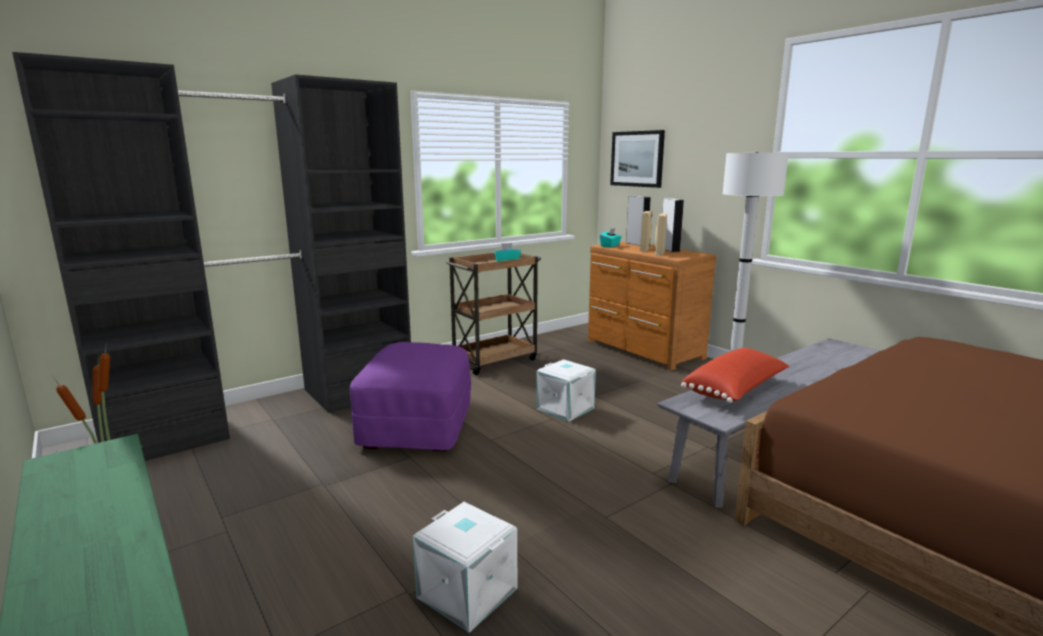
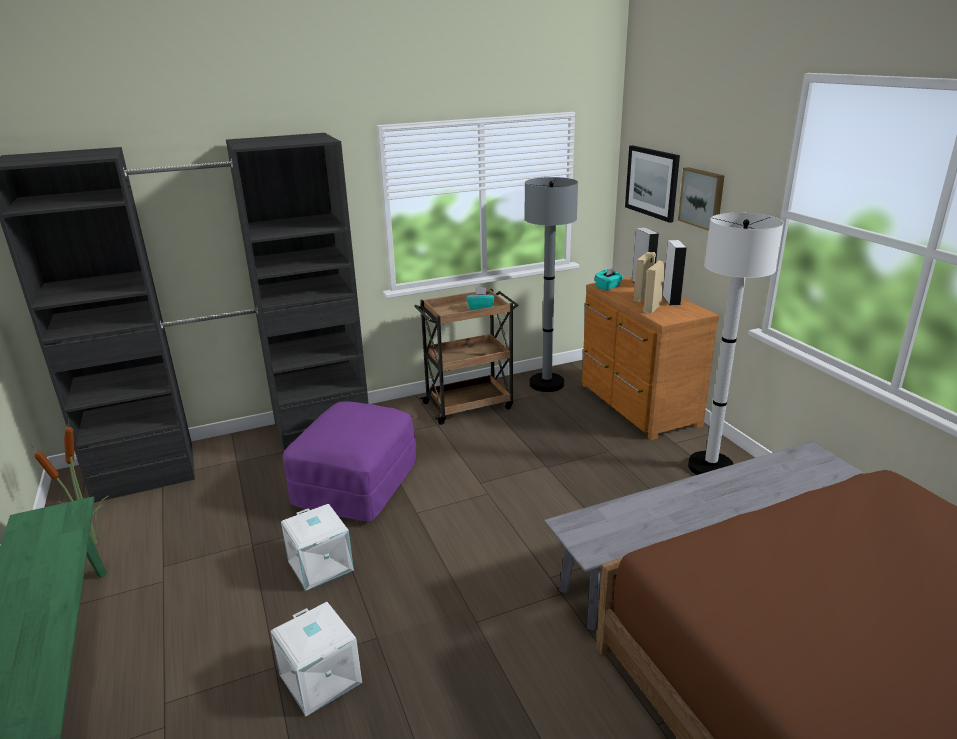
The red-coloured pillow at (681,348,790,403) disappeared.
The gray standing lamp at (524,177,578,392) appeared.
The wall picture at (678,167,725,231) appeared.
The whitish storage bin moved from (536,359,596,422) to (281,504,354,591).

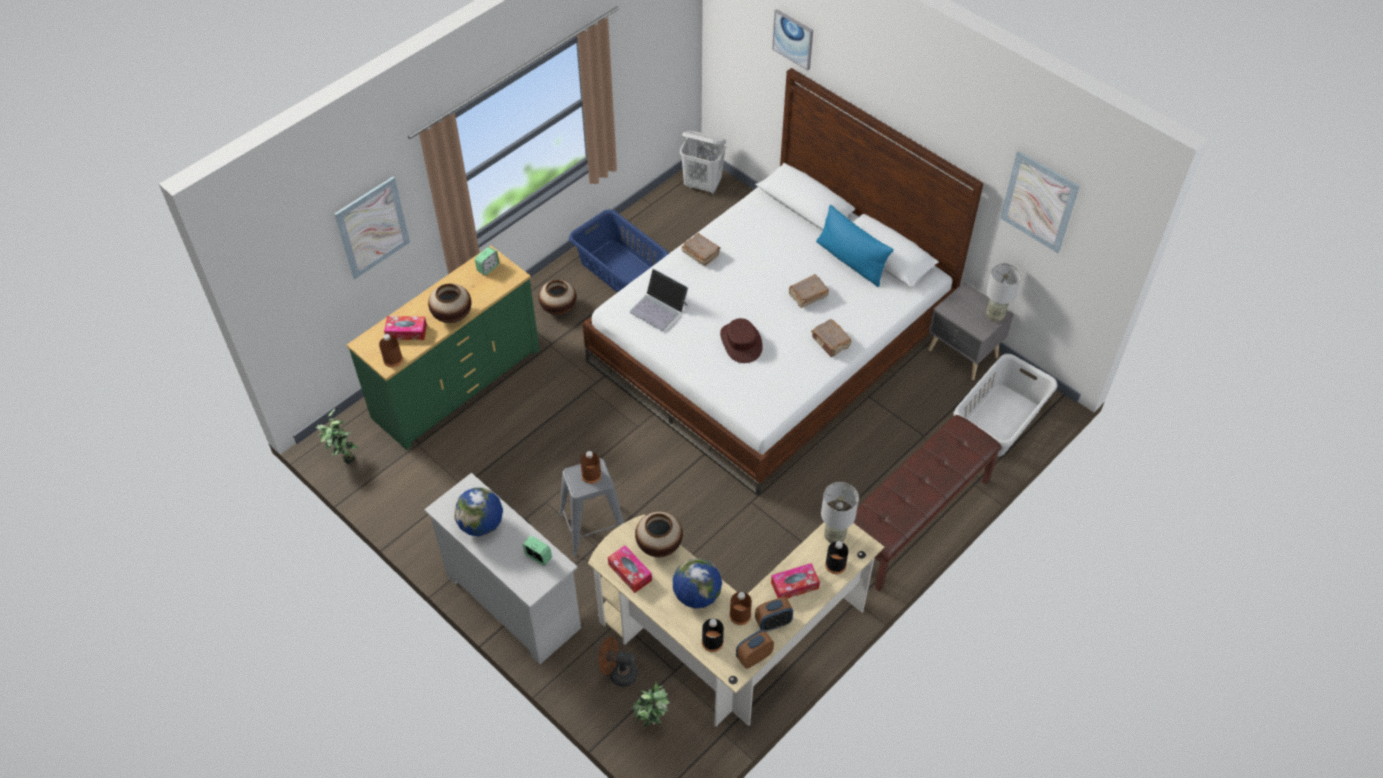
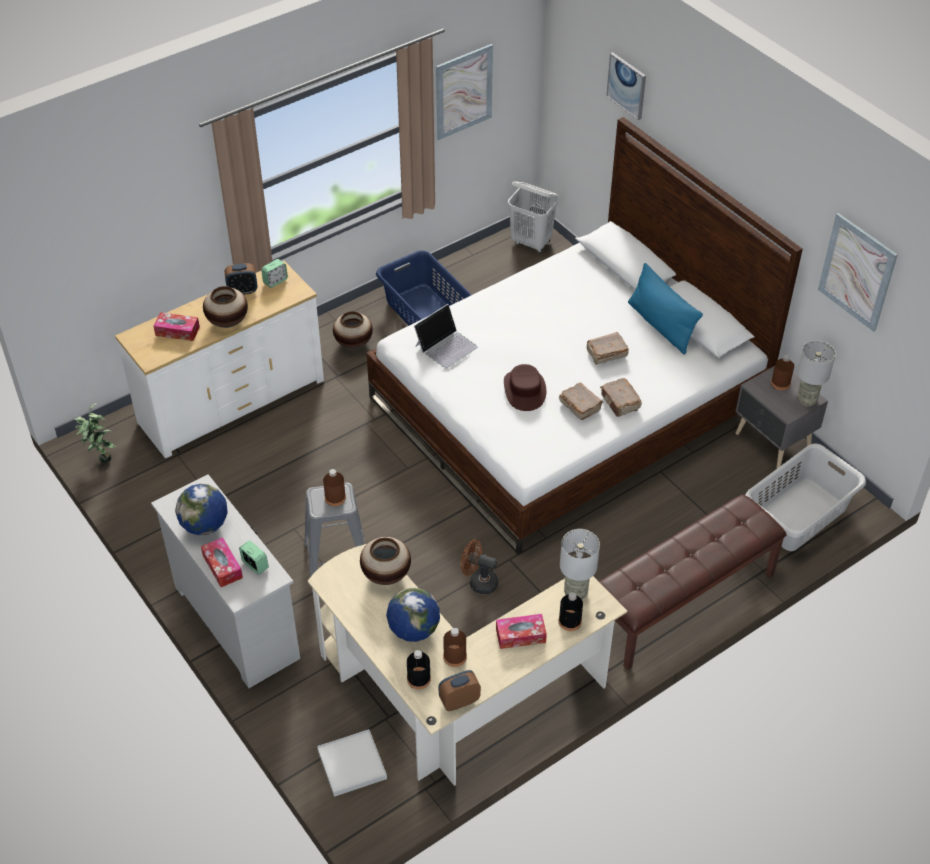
The wall picture moved from (334,177,410,279) to (436,44,493,140).
The brownish bottle moved from (379,334,403,368) to (771,355,794,390).
The brownish cooling fan moved from (599,637,638,687) to (461,539,498,594).
The tissue holder moved from (608,545,652,593) to (201,537,243,587).
The brownish book moved from (681,233,721,266) to (559,383,603,420).
The table clock moved from (755,597,793,632) to (225,263,257,295).
The potted plant at (631,681,670,728) was replaced by the whitish tray at (317,729,387,797).
The green-coloured chest of drawers at (347,245,540,450) became the whitish chest of drawers at (115,261,324,459).
The portable computer at (629,268,689,331) turned 90 degrees counterclockwise.

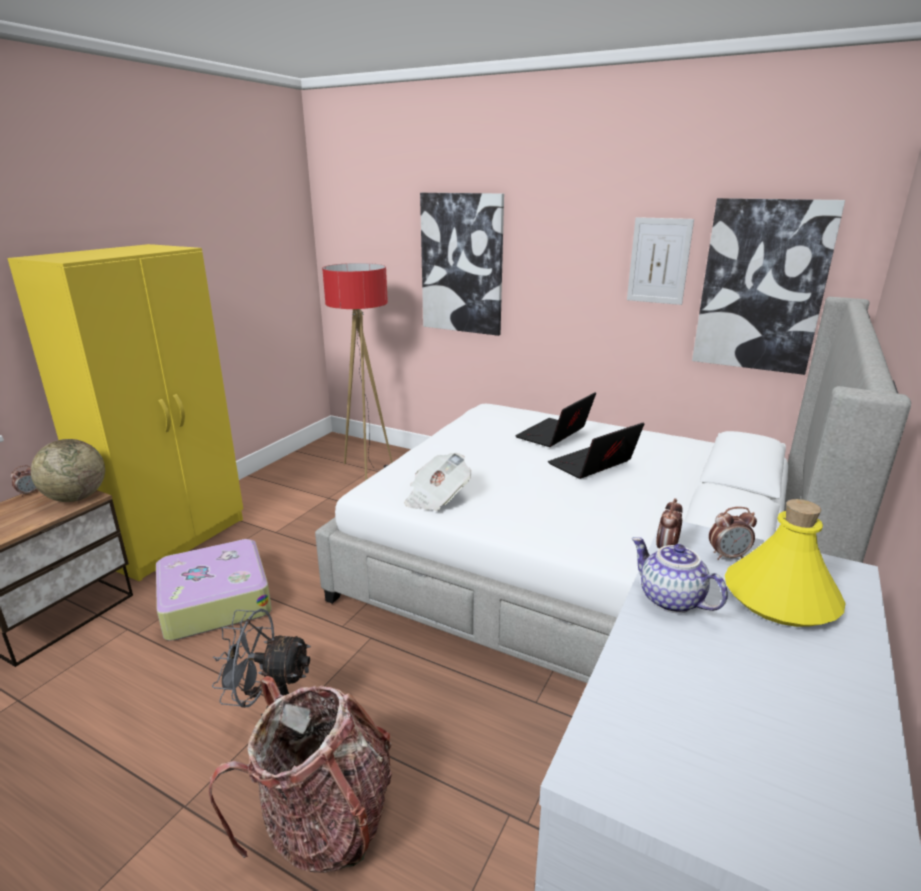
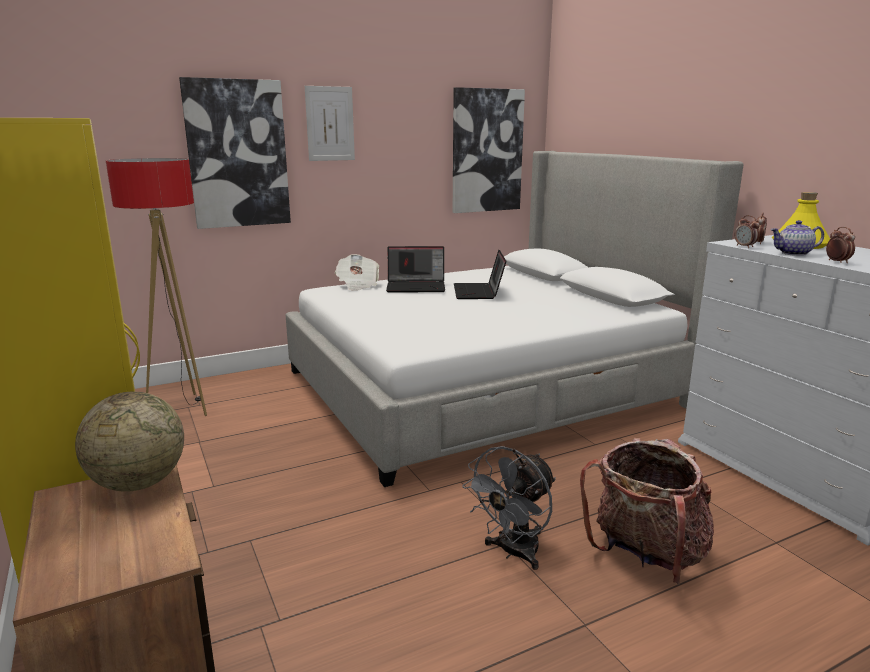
The travel case at (156,539,272,641) disappeared.
The table clock moved from (11,465,38,497) to (826,227,855,263).
The daily paper moved from (404,453,471,511) to (335,254,379,291).
The wall picture moved from (627,217,694,305) to (305,86,355,161).
The portable computer at (515,392,596,447) turned 75 degrees counterclockwise.

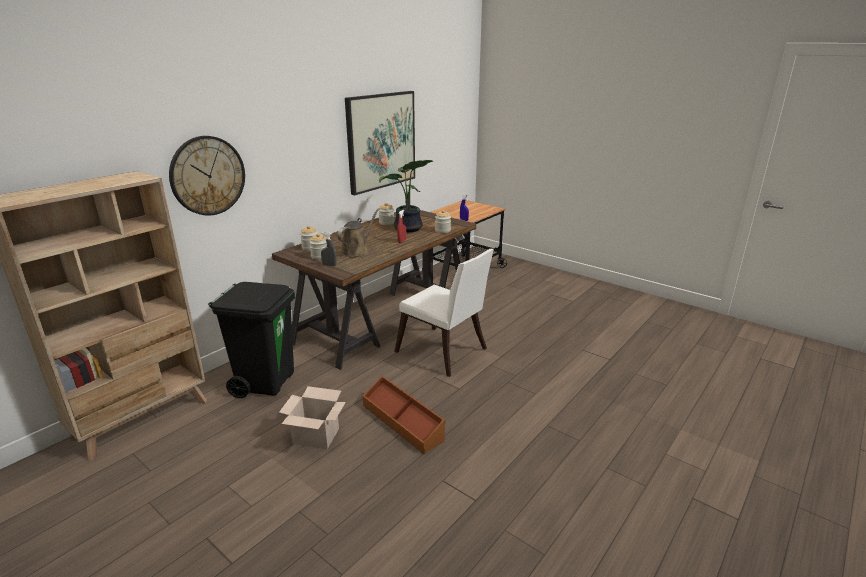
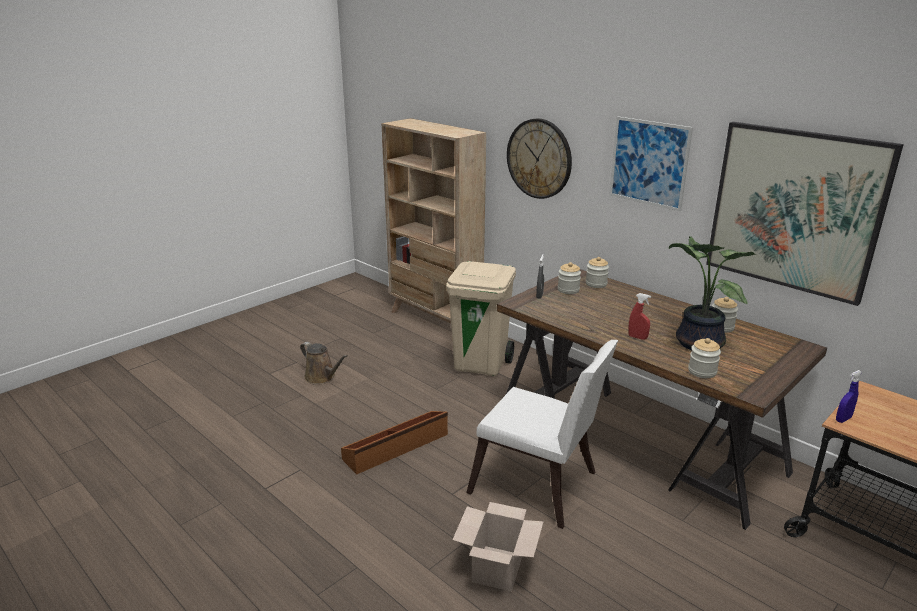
The wall picture at (609,116,693,211) appeared.
The cardboard box moved from (279,386,346,449) to (453,502,544,592).
The brownish sprinkling can moved from (337,208,379,257) to (300,342,348,385).
The black-coloured waste bin at (208,282,295,398) became the sand-coloured waste bin at (446,261,516,376).
The whitish chair at (394,249,494,377) turned 105 degrees counterclockwise.

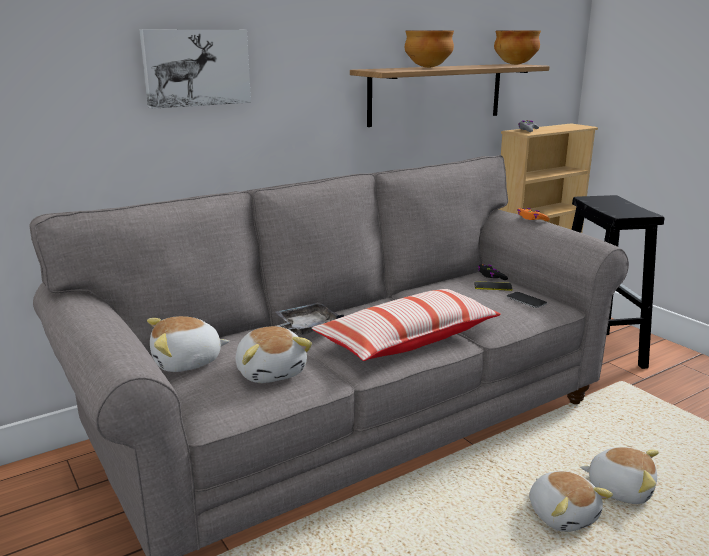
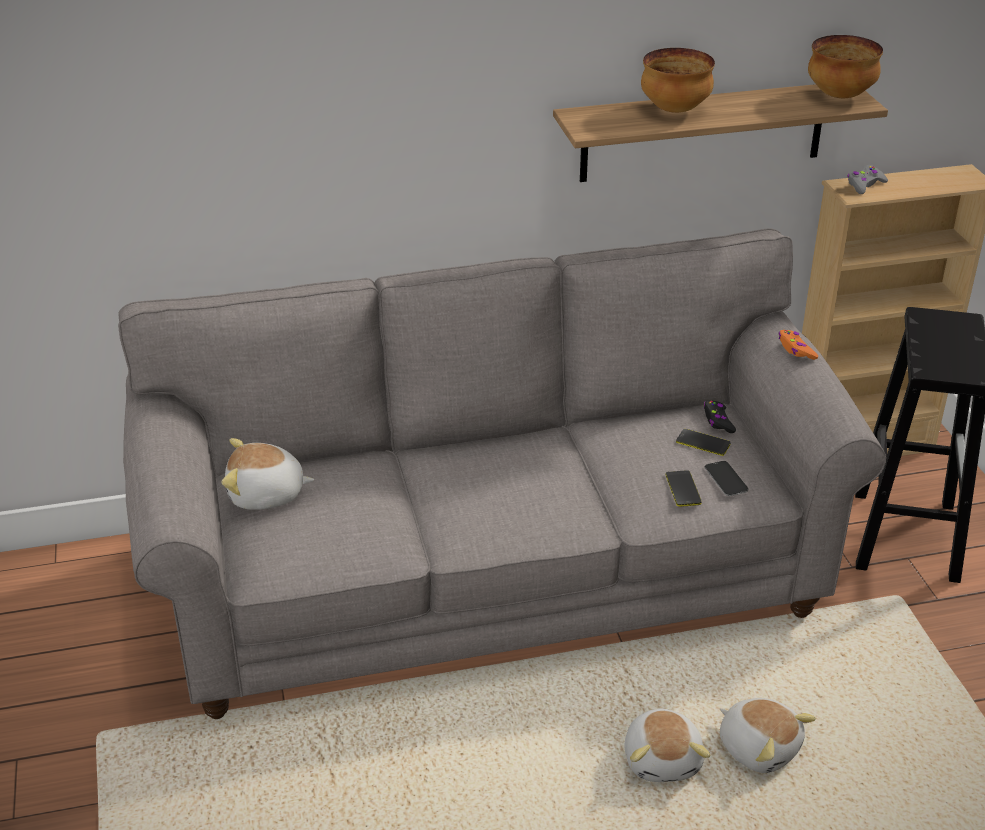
The wall picture at (139,29,251,109) disappeared.
The soft toy at (236,326,312,383) disappeared.
The gray tray at (275,302,344,335) disappeared.
The pillow at (312,289,501,361) disappeared.
The telephone at (666,470,702,507) appeared.

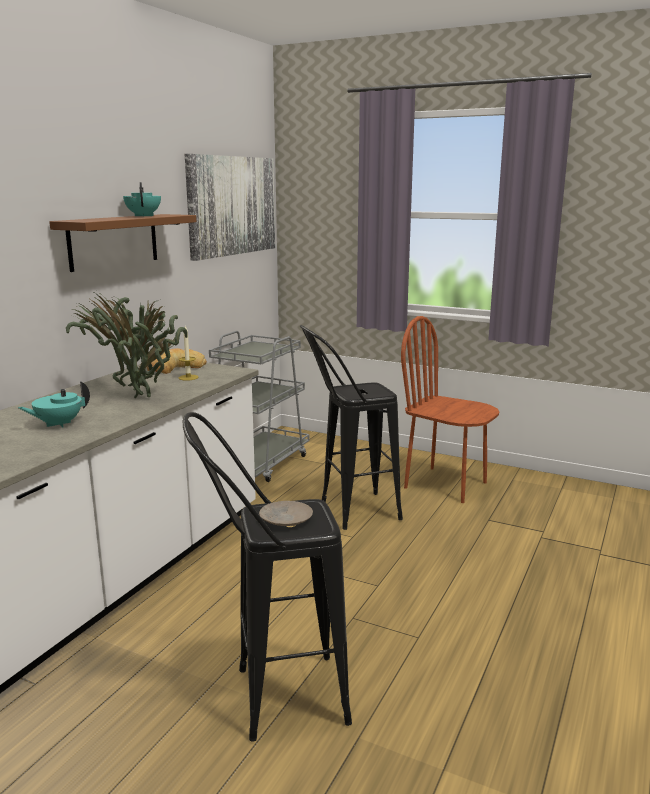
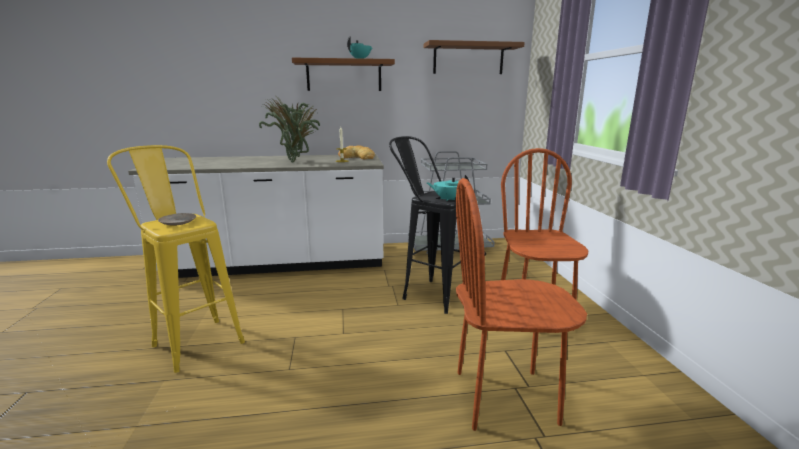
The brownish chair at (456,178,587,431) appeared.
The turquoise pot for tea moved from (18,381,90,427) to (426,175,469,201).
The wall picture at (185,154,275,261) was replaced by the brownish bracket shelf at (424,40,525,74).
The black-coloured stool at (183,412,352,742) became the yellowish stool at (107,145,245,373).

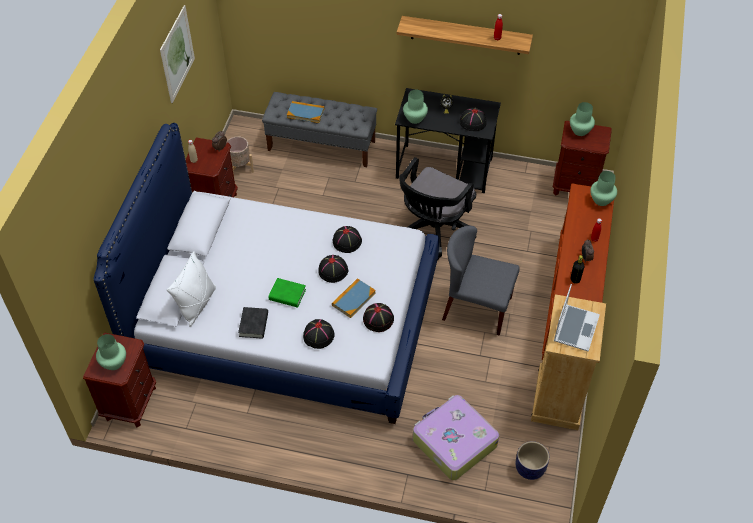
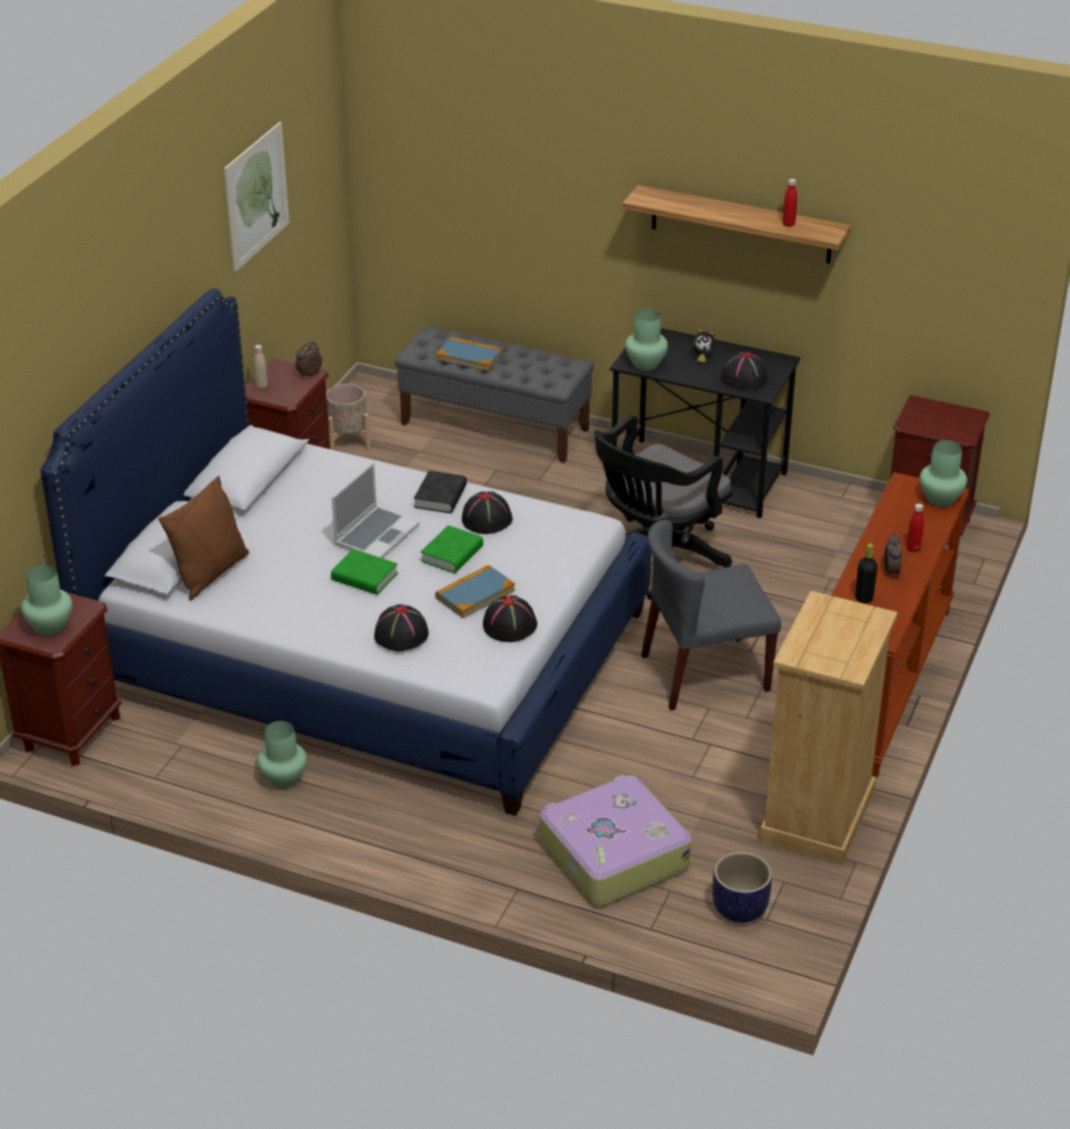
The black-coloured book moved from (238,307,268,338) to (414,471,467,513).
The portable computer moved from (554,284,600,352) to (332,463,420,558).
The green-coloured flower vase moved from (570,102,595,136) to (258,721,307,789).
The black-coloured wearable hat at (318,255,348,283) was replaced by the green-coloured book at (421,525,483,573).
The whitish pillow at (167,251,216,327) became the brownish pillow at (159,476,249,601).
The gray chair at (442,226,520,336) turned 45 degrees counterclockwise.

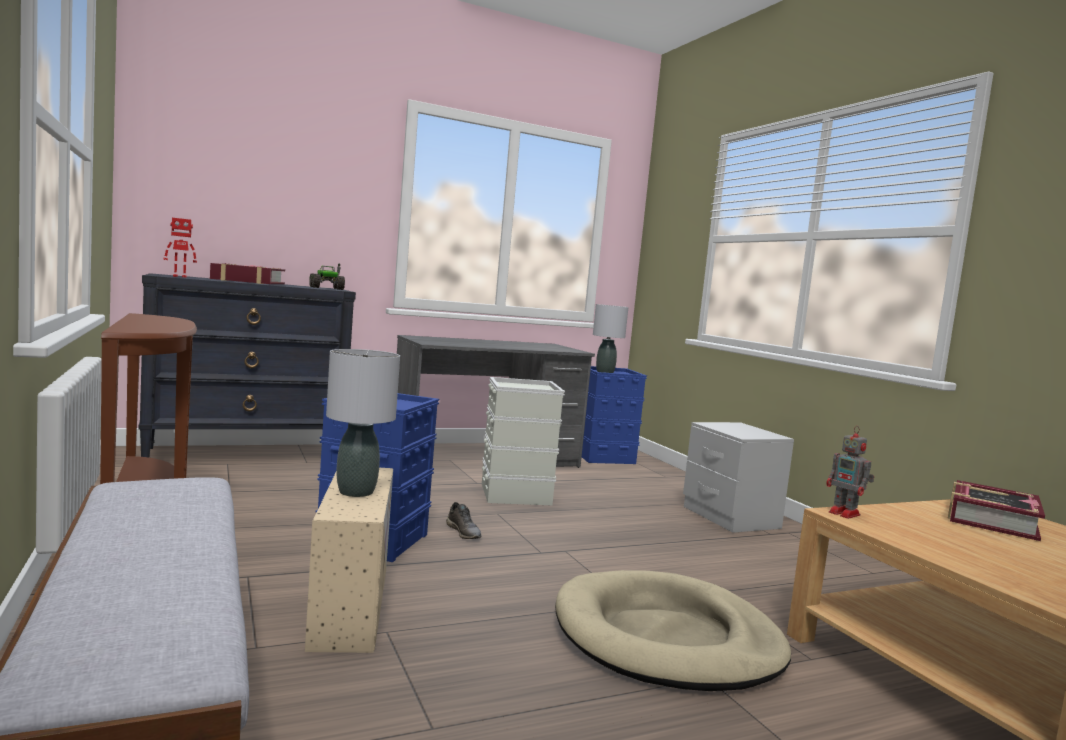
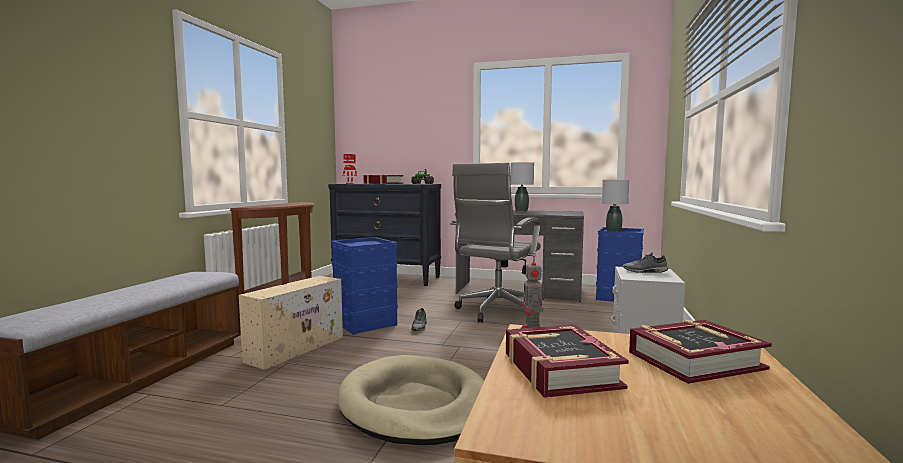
The book at (506,325,629,398) appeared.
The gray item of footwear at (623,253,668,273) appeared.
The gray table lamp moved from (326,349,400,497) to (511,162,534,211).
The gray storage bin at (482,377,565,505) was replaced by the gray office chair at (450,163,541,322).

